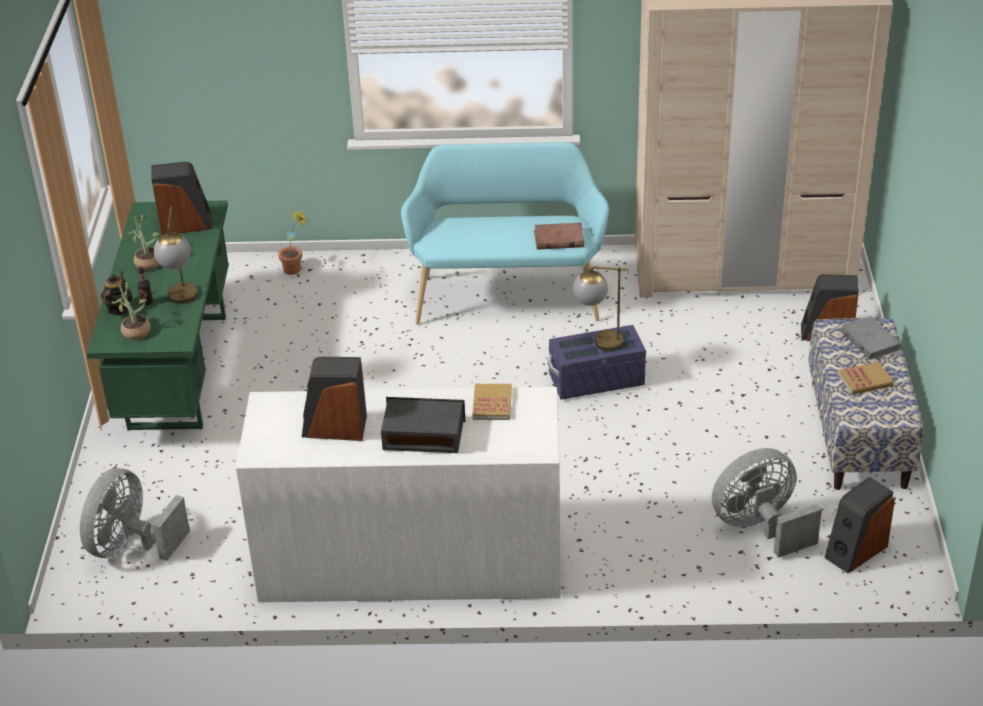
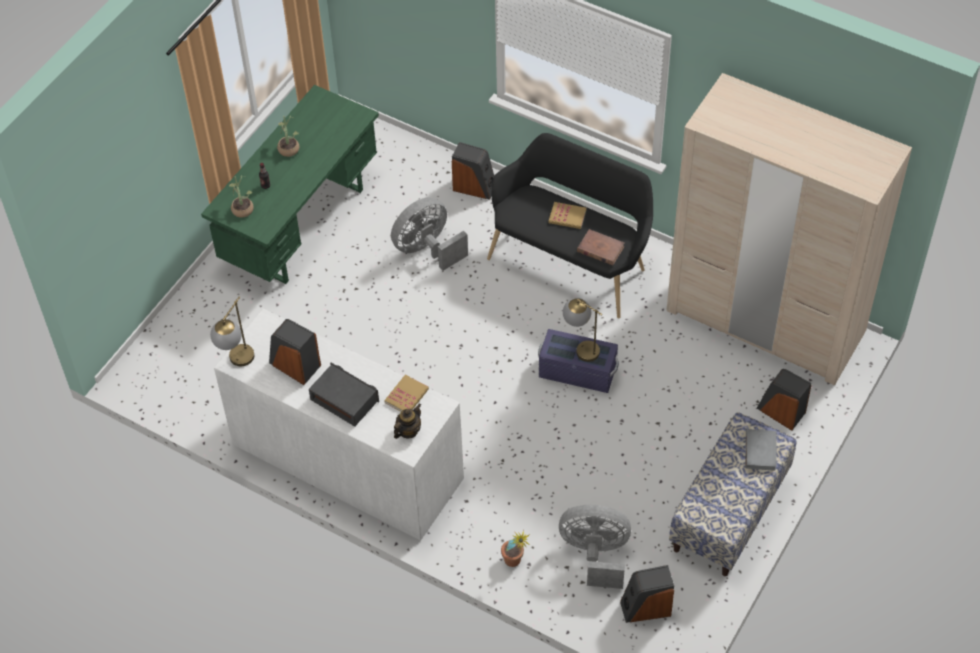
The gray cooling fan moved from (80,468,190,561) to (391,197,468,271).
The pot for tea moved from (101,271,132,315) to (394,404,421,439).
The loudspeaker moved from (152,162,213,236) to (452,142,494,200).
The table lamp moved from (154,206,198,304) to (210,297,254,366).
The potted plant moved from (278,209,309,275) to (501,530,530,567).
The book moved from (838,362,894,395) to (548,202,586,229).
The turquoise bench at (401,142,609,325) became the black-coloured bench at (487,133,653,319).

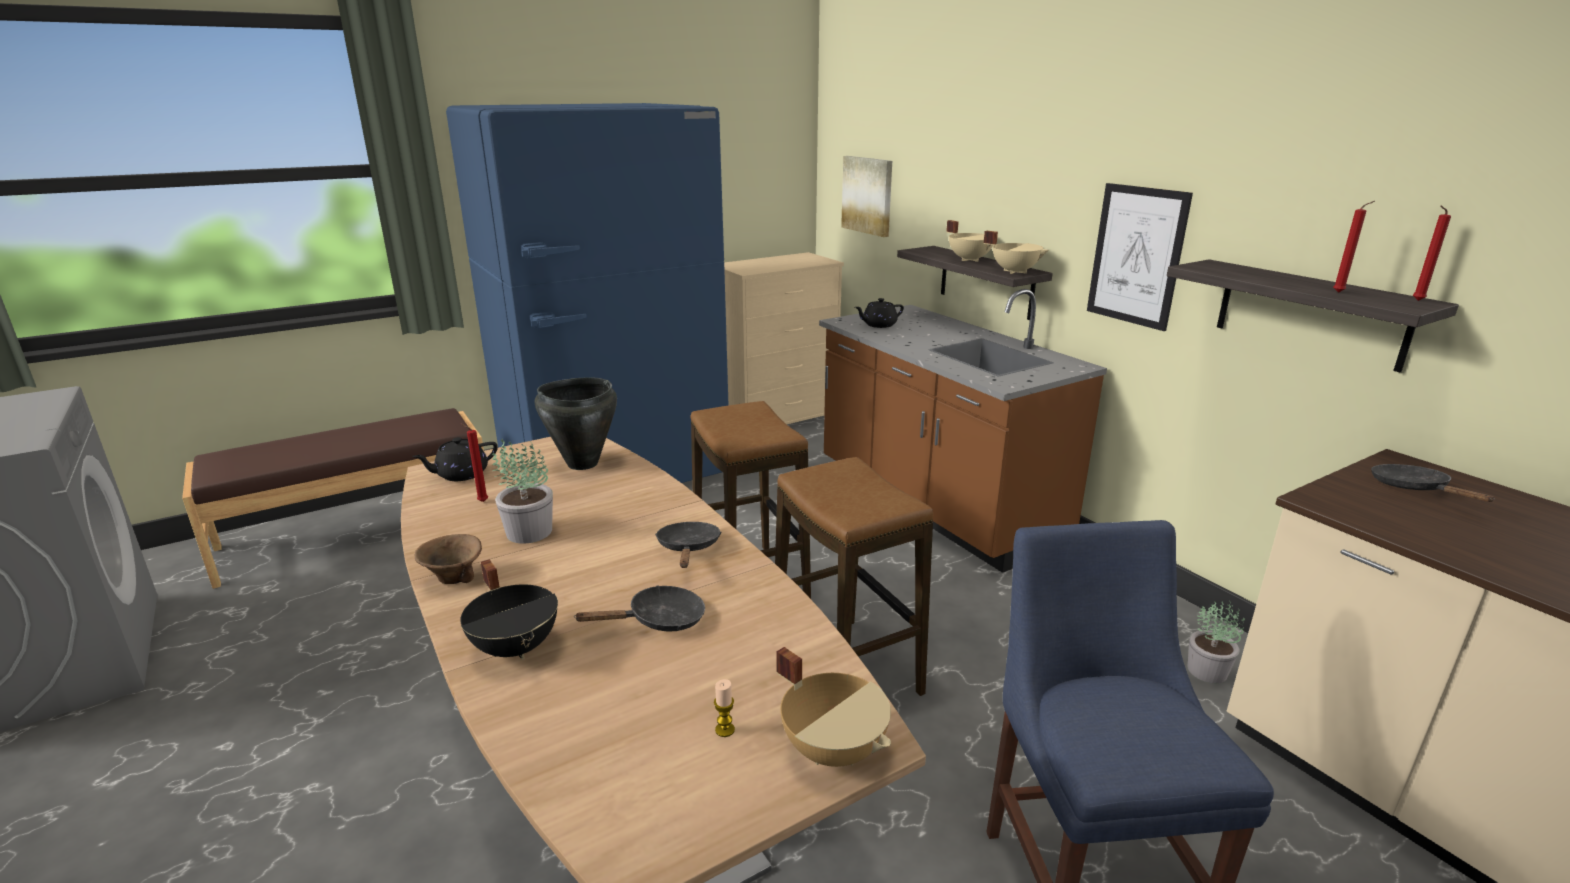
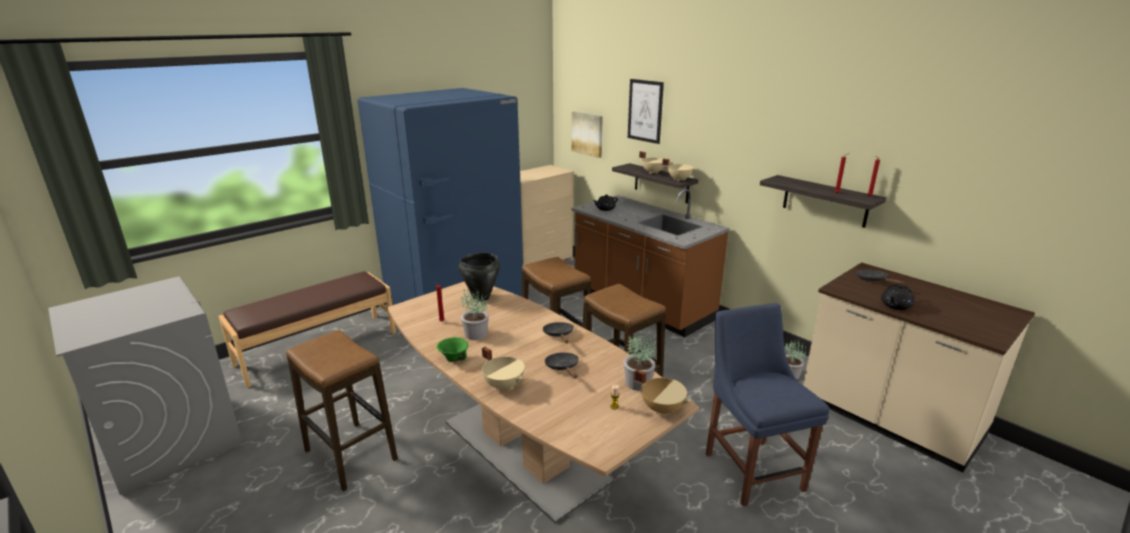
The stool at (286,330,398,491) appeared.
The potted plant at (624,334,656,391) appeared.
The black-coloured pot for tea moved from (412,437,498,481) to (881,285,914,310).
The wall picture moved from (1087,183,1193,331) to (628,79,664,144).
The brownish bowl at (415,534,482,584) became the green-coloured bowl at (437,337,468,362).
The black-coloured saucepot at (460,559,558,660) became the sand-coloured saucepot at (482,347,525,390).
The black-coloured pan at (574,585,705,632) turned 75 degrees counterclockwise.

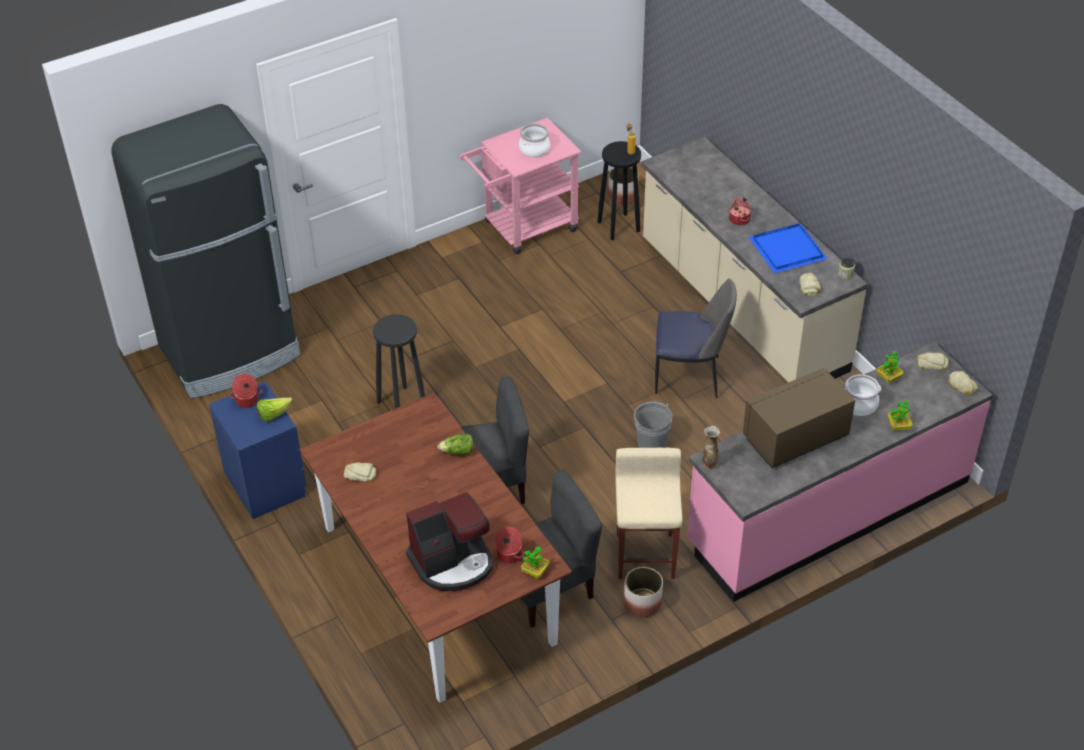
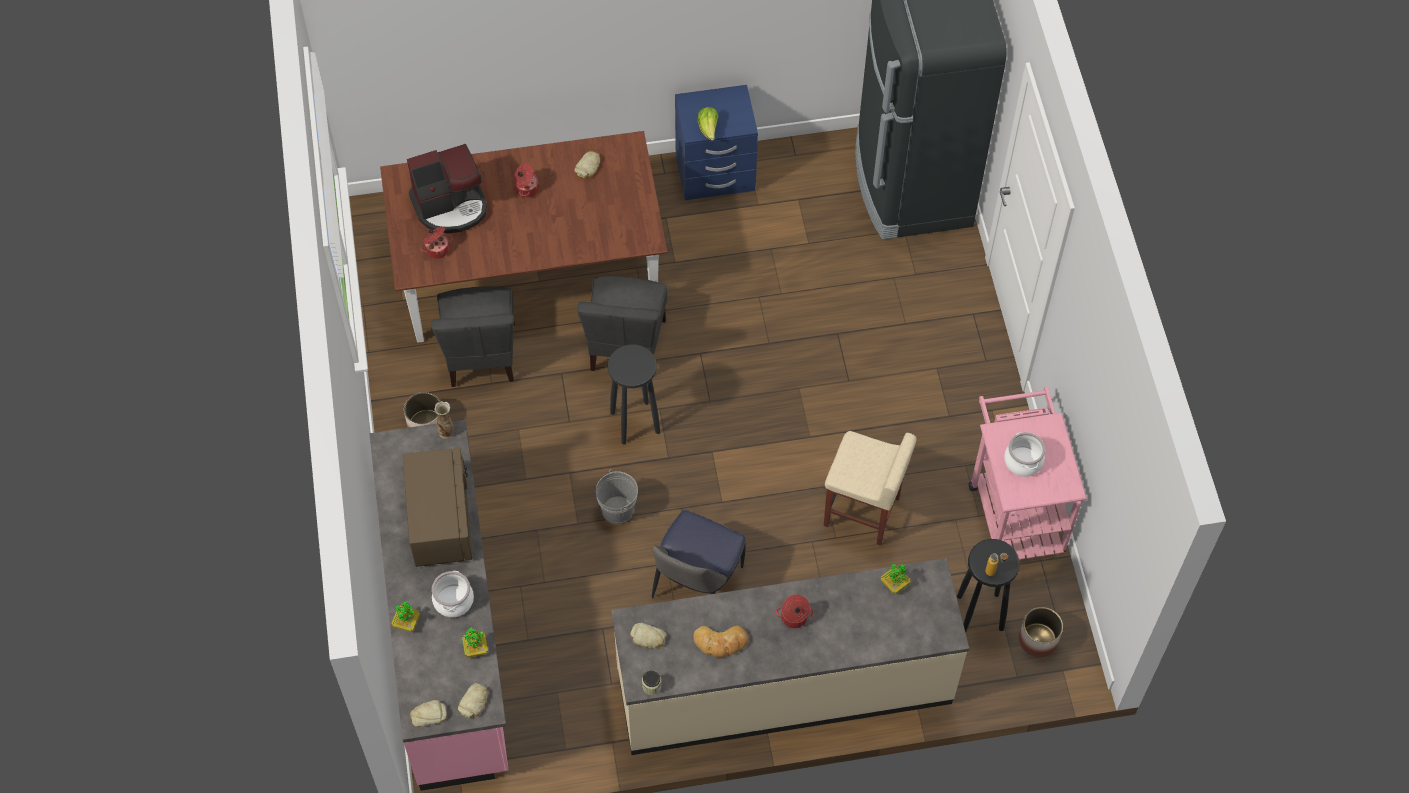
The lettuce at (438,433,474,455) disappeared.
The saucepot moved from (229,374,262,408) to (514,163,539,197).
The black-coloured stool moved from (373,314,425,409) to (608,344,660,445).
The potted plant moved from (521,547,550,579) to (881,564,911,594).
The sand-coloured stool moved from (615,448,682,579) to (824,431,917,546).
The bluish tray at (749,223,828,273) was replaced by the bread at (694,626,749,658).
The coffee maker at (406,492,492,591) turned 105 degrees counterclockwise.

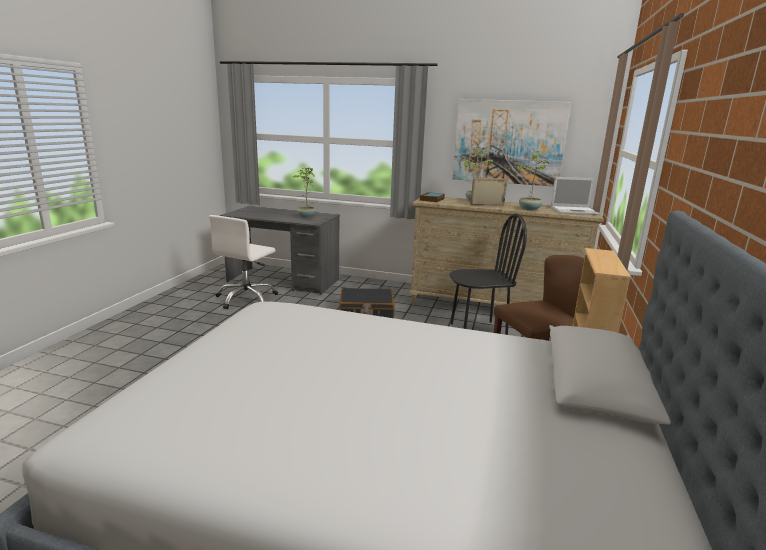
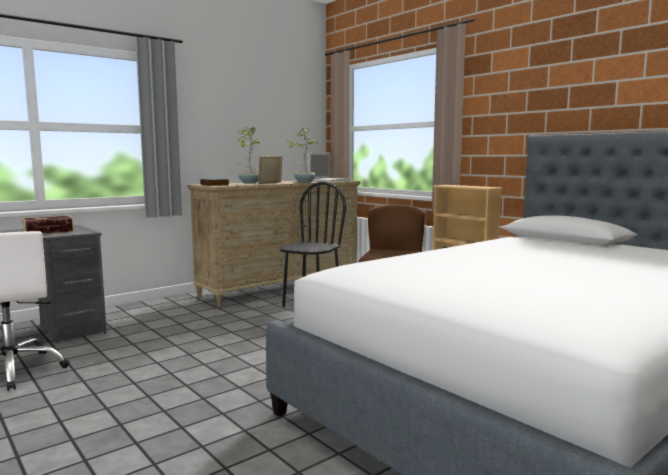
The black-coloured travel case at (339,288,395,318) disappeared.
The wall picture at (452,99,571,186) disappeared.
The potted plant at (293,168,316,218) was replaced by the book at (21,215,74,234).

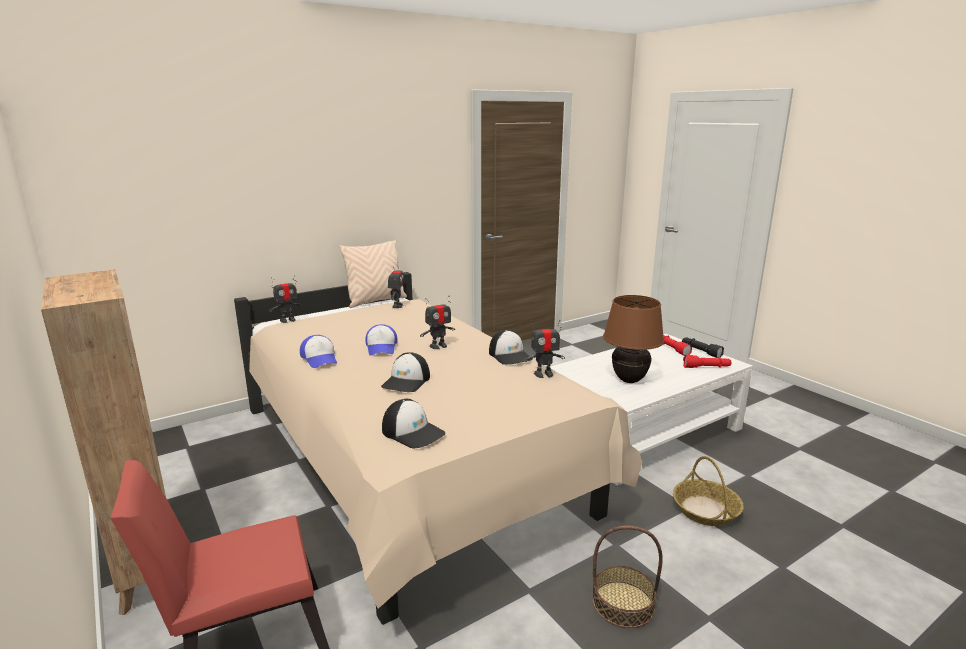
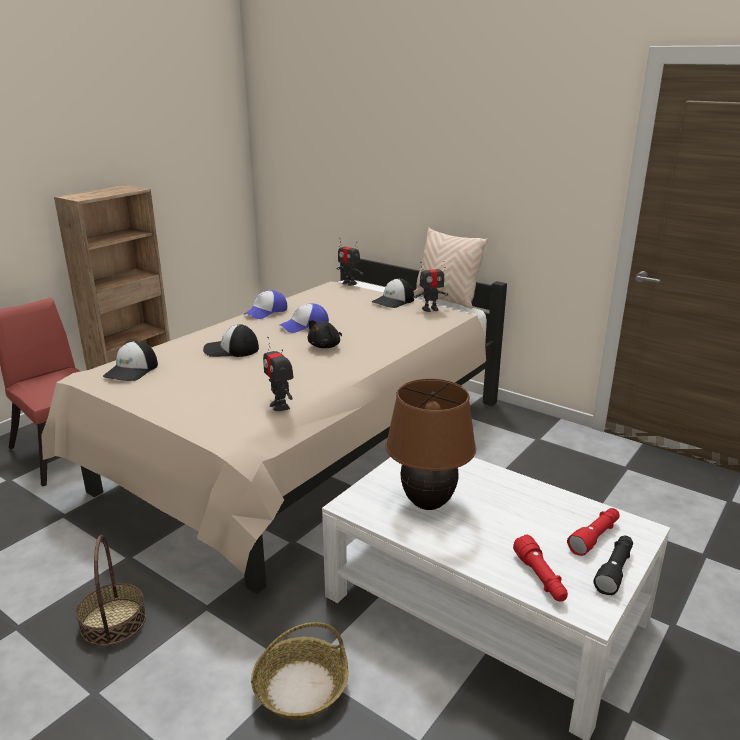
The peaked cap moved from (489,330,533,365) to (372,278,414,308).
The toy robot at (420,298,455,349) was replaced by the black-coloured soft toy at (308,320,342,348).

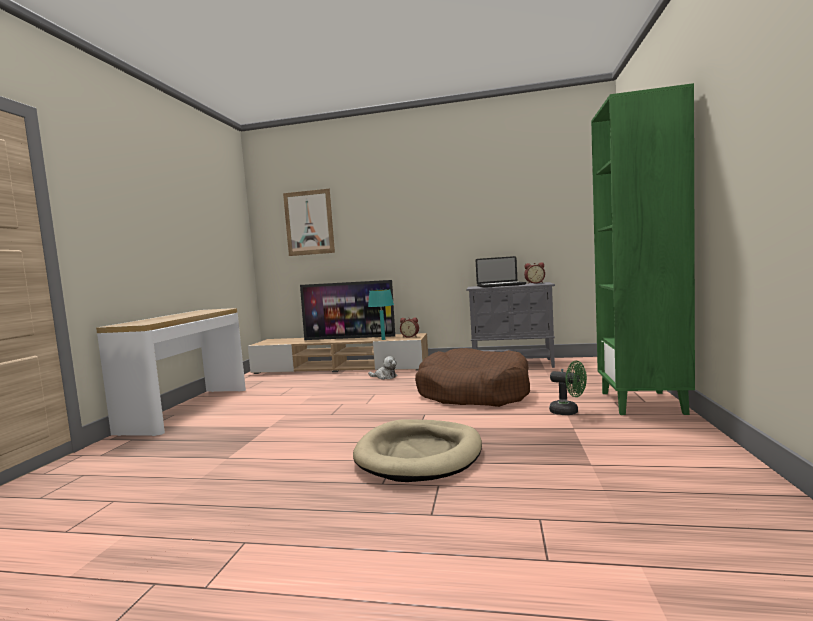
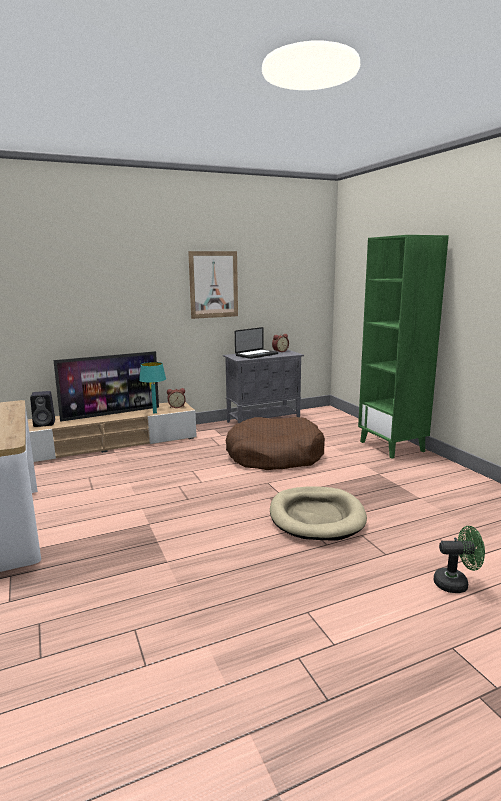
The soft toy at (368,356,397,380) disappeared.
The black-coloured loudspeaker at (30,391,55,427) appeared.
The wall picture moved from (283,189,335,256) to (188,251,238,319).
The green-coloured cooling fan moved from (549,361,587,415) to (434,526,485,593).

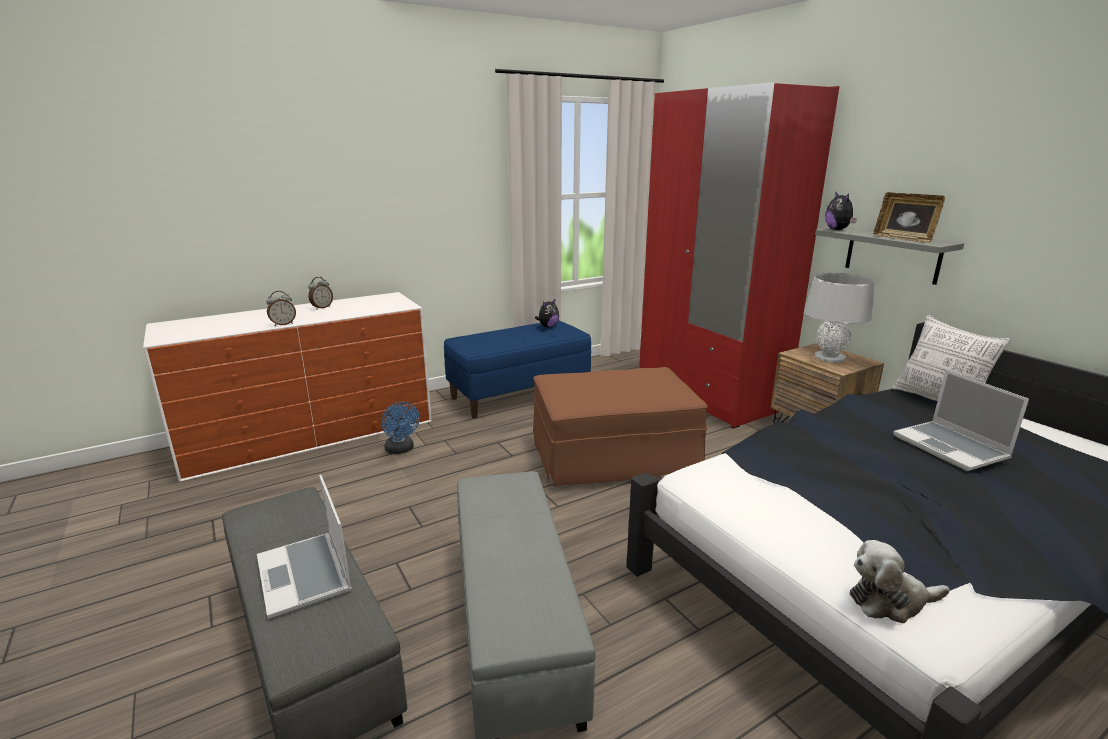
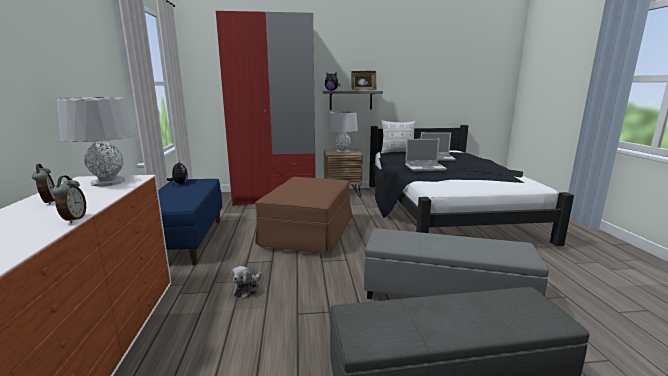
The bluish cooling fan at (381,402,420,454) disappeared.
The gray table lamp at (57,97,136,187) appeared.
The portable computer moved from (257,475,352,619) to (405,139,447,171).
The soft toy moved from (850,540,950,623) to (231,266,262,298).

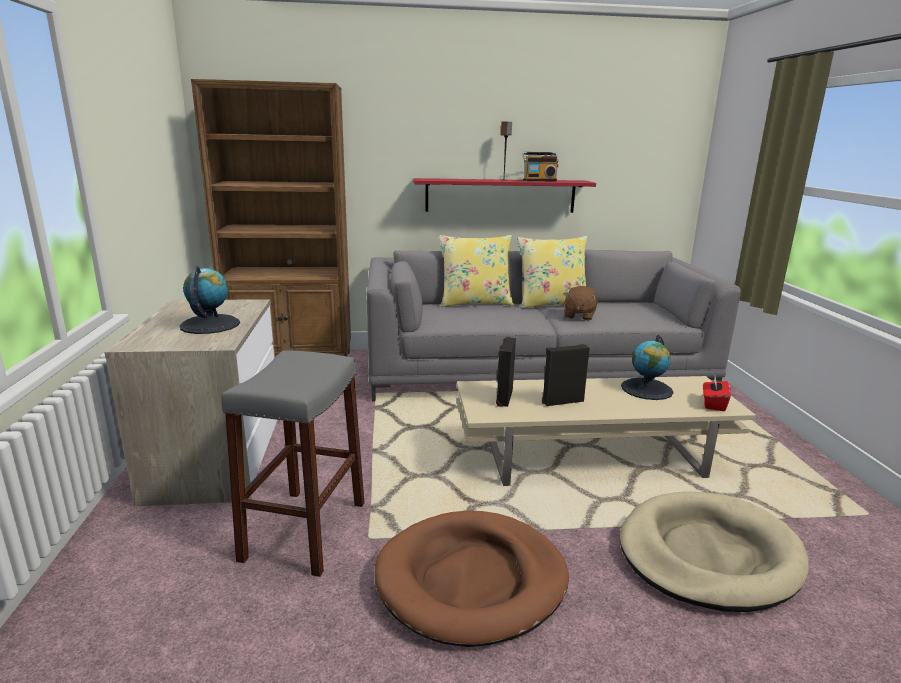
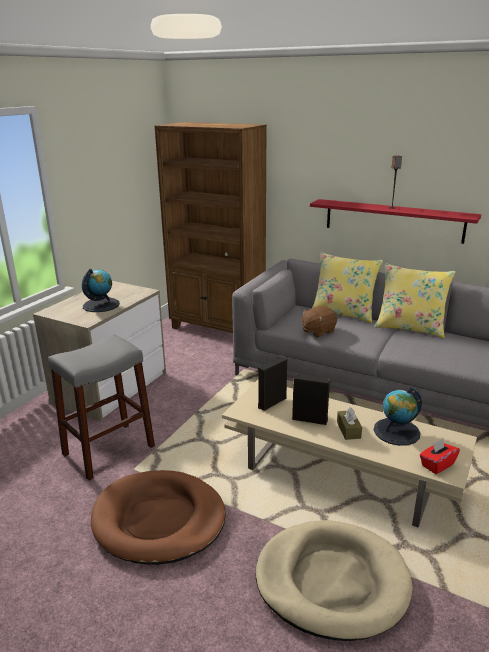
The radio set at (522,152,559,181) disappeared.
The brownish tissue holder at (337,407,362,440) appeared.
The brownish soft toy moved from (563,286,598,321) to (302,306,337,338).

